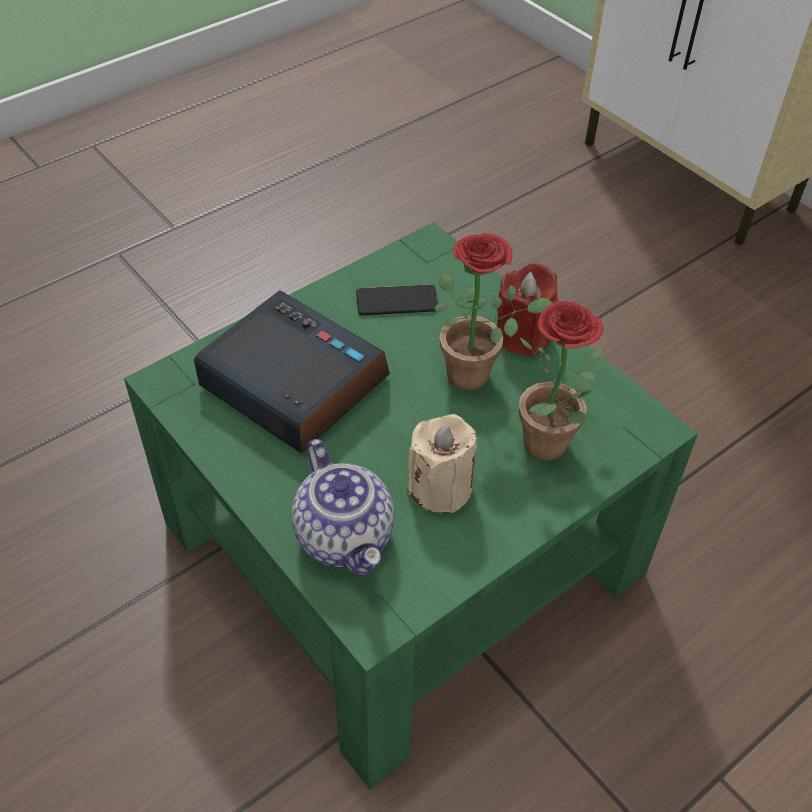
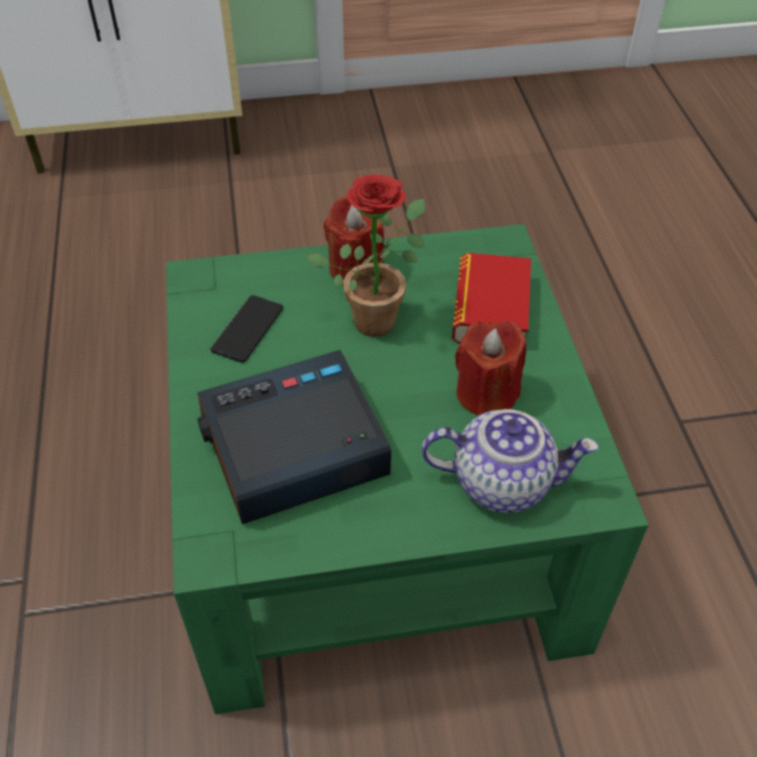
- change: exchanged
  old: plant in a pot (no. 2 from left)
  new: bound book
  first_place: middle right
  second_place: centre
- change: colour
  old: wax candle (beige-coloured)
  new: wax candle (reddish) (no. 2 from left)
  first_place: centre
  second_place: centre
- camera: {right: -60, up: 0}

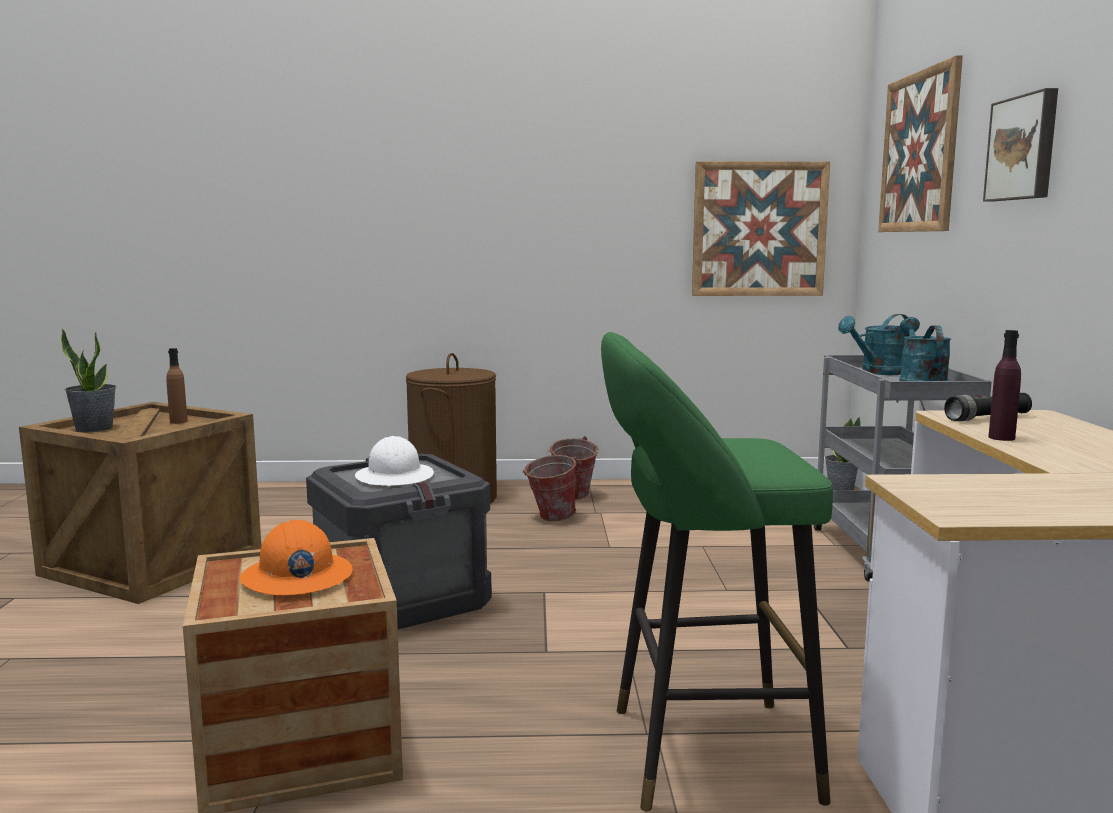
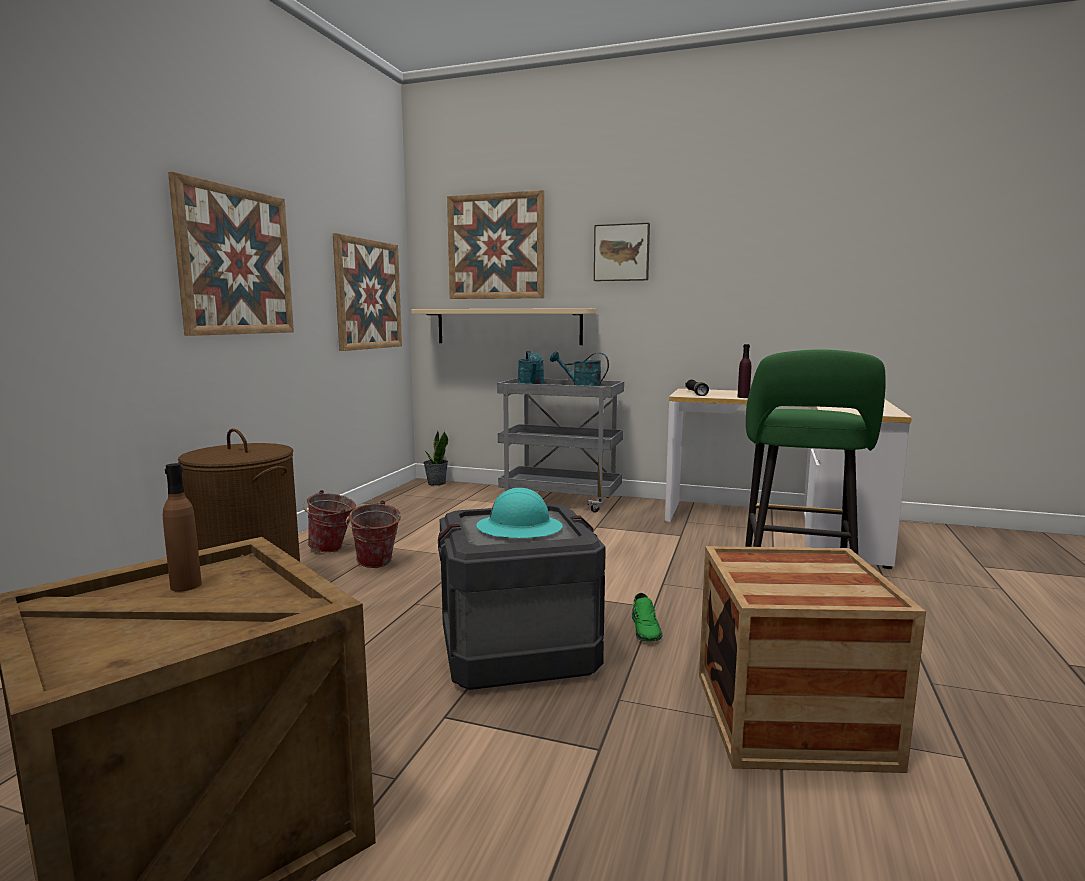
- change: missing
  old: plant in a pot (no. 1 from left)
  first_place: middle left
- change: missing
  old: safety helmet (orange)
  first_place: bottom left
- change: appeared
  new: wall art (no. 1 from left)
  second_place: top left
- change: appeared
  new: wall shelf (beige-coloured)
  second_place: centre
- change: appeared
  new: shoe (greenish)
  second_place: bottom centre
- change: colour
  old: safety helmet (whitish)
  new: safety helmet (turquoise-coloured)
  first_place: centre
  second_place: centre
- camera: {right: -70, up: 0}

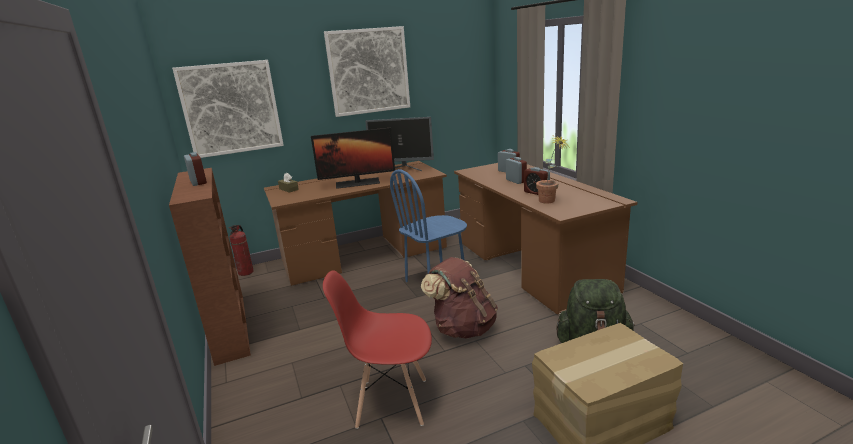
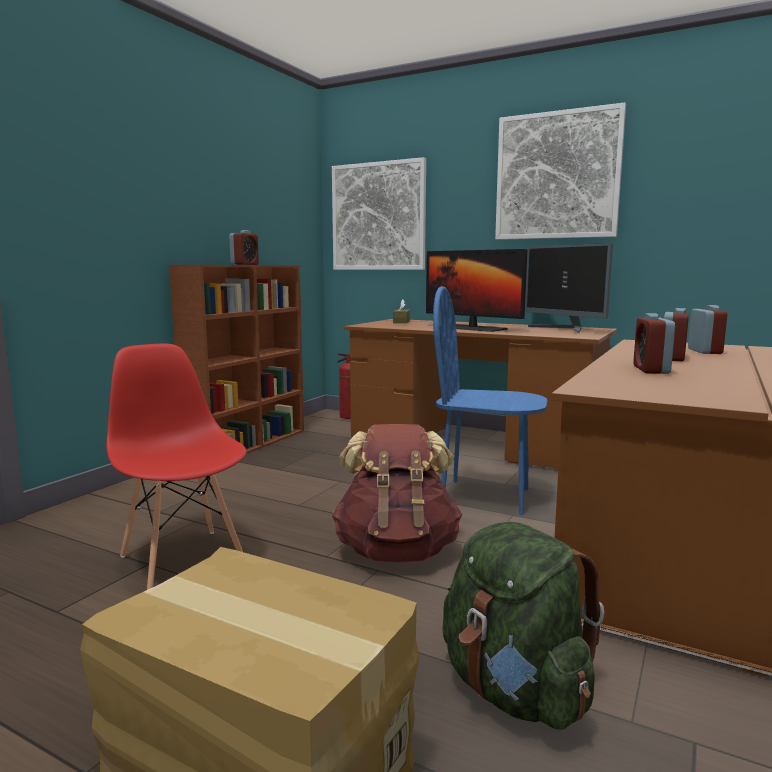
- change: missing
  old: plant in a pot
  first_place: centre
- camera: {right: 50, up: -10}

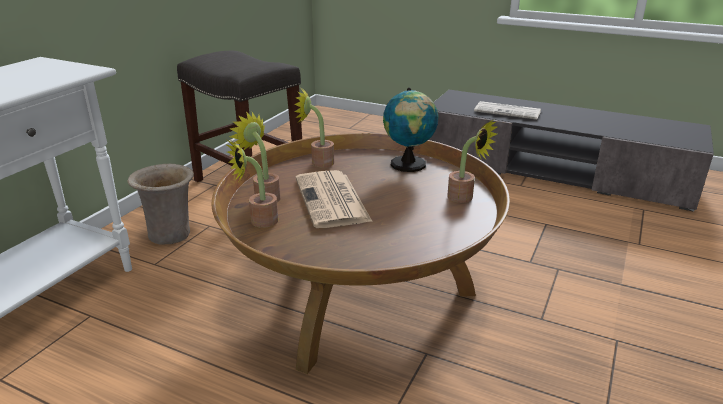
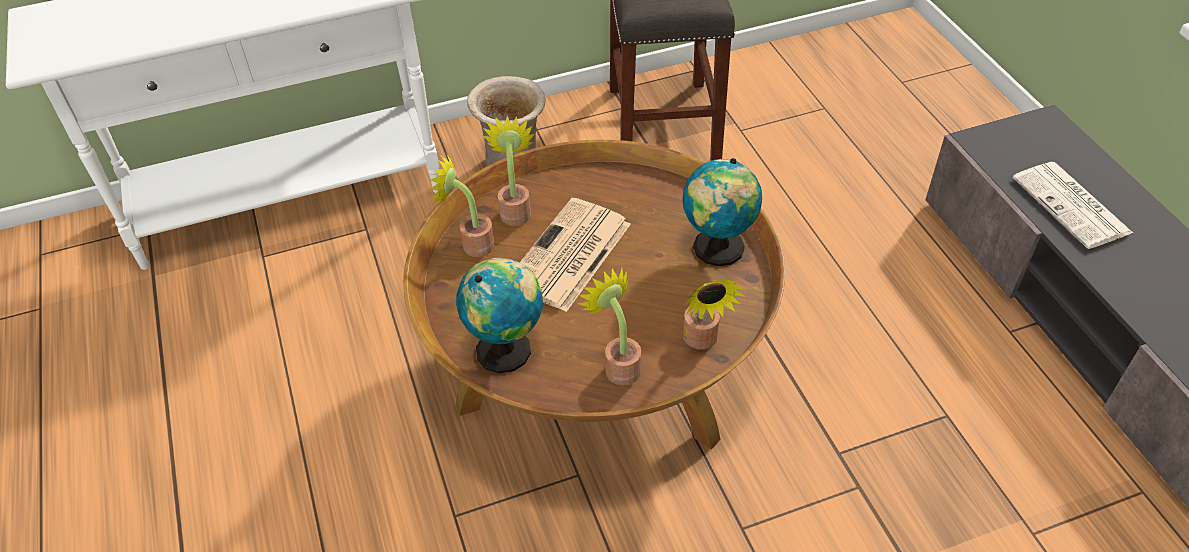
- change: appeared
  new: globe (no. 1 from left)
  second_place: centre
- change: relocated
  old: plant in a pot (no. 3 from left)
  first_place: top centre
  second_place: centre
- camera: {right: 45, up: 20}

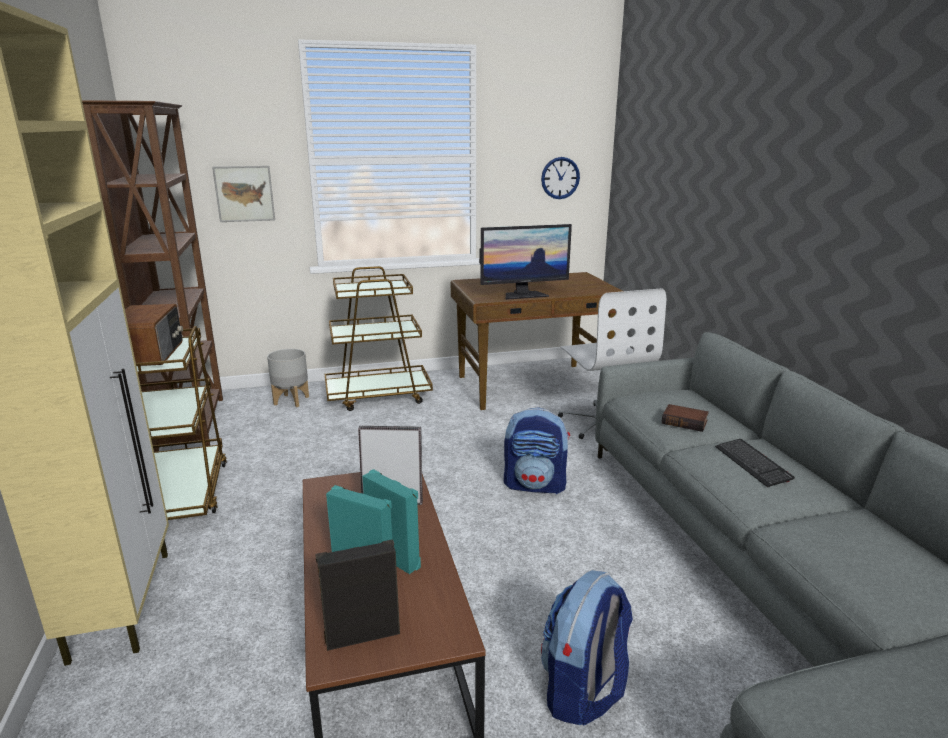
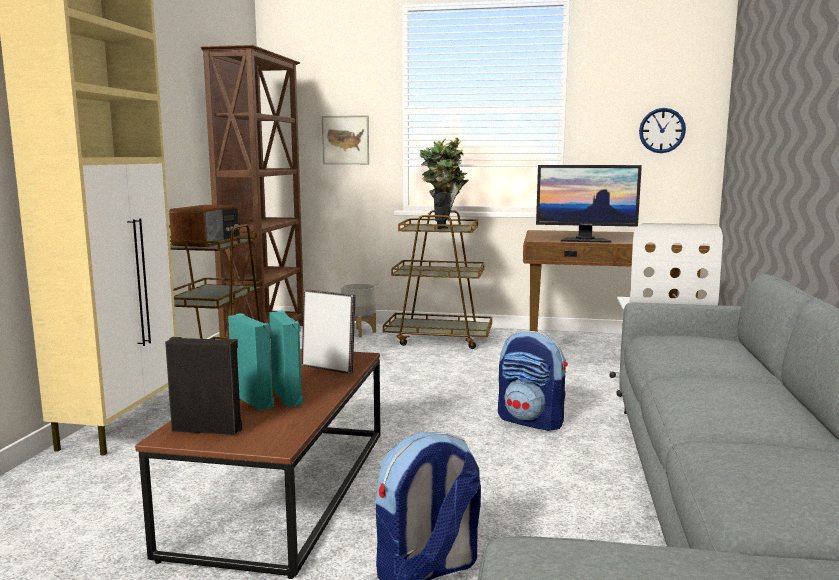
- change: missing
  old: bound book
  first_place: middle right
- change: missing
  old: keyboard
  first_place: middle right
- change: appeared
  new: plant in a pot
  second_place: top centre
- camera: {right: 25, up: -10}

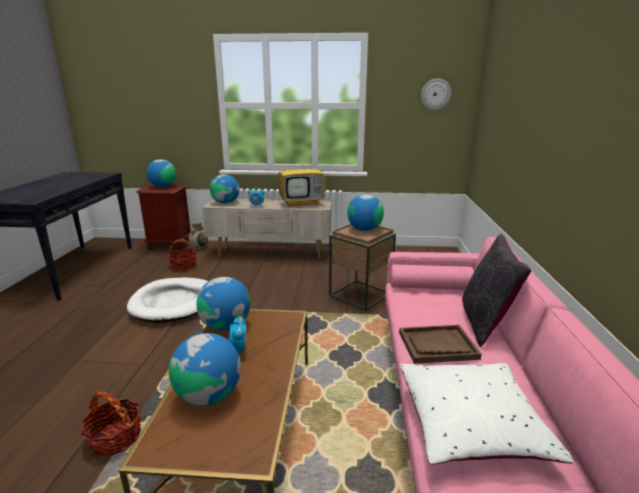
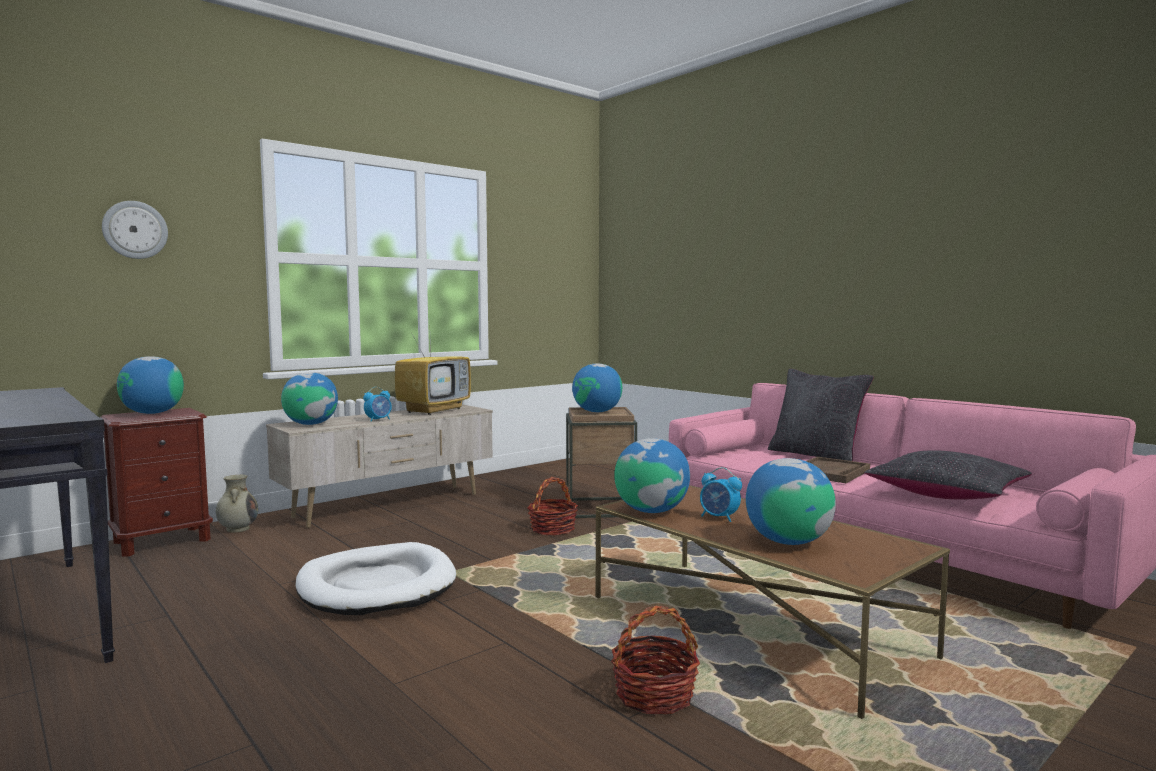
- change: relocated
  old: storage basket (no. 2 from left in the first image)
  new: storage basket (no. 1 from left)
  first_place: middle left
  second_place: centre
- change: relocated
  old: wall clock
  first_place: top right
  second_place: top left
- change: colour
  old: throw pillow (whitish)
  new: throw pillow (blackish) (no. 2 from left)
  first_place: bottom right
  second_place: middle right
- camera: {right: -45, up: -15}

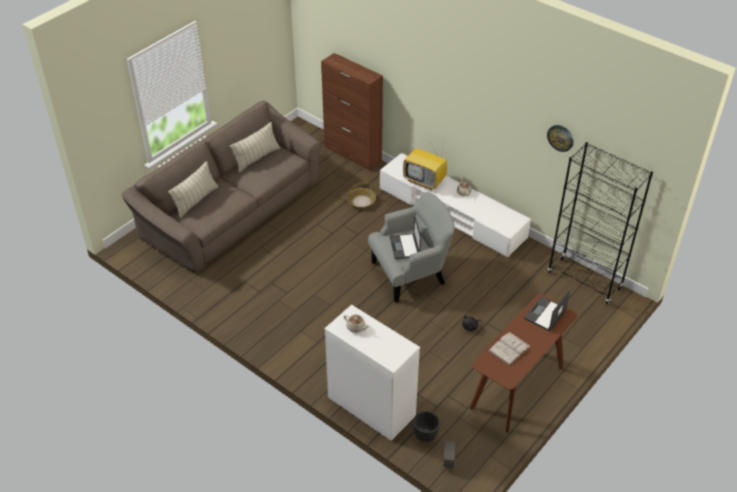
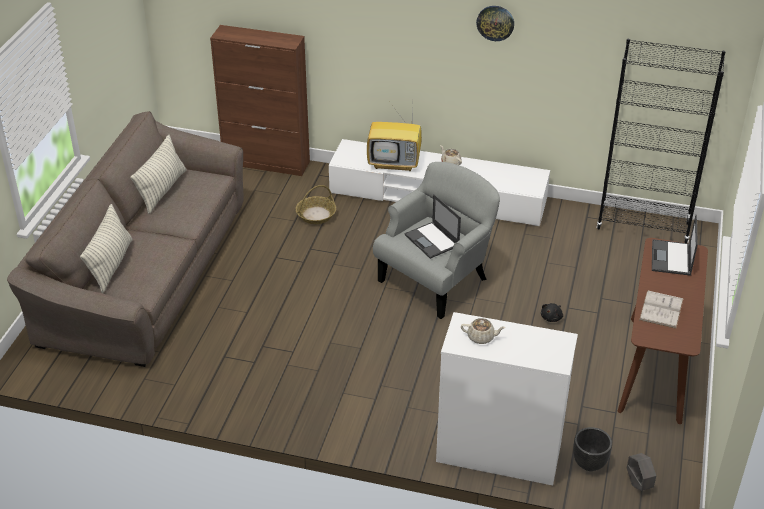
- change: relocated
  old: wall clock
  first_place: top right
  second_place: top centre
- camera: {right: -25, up: -5}

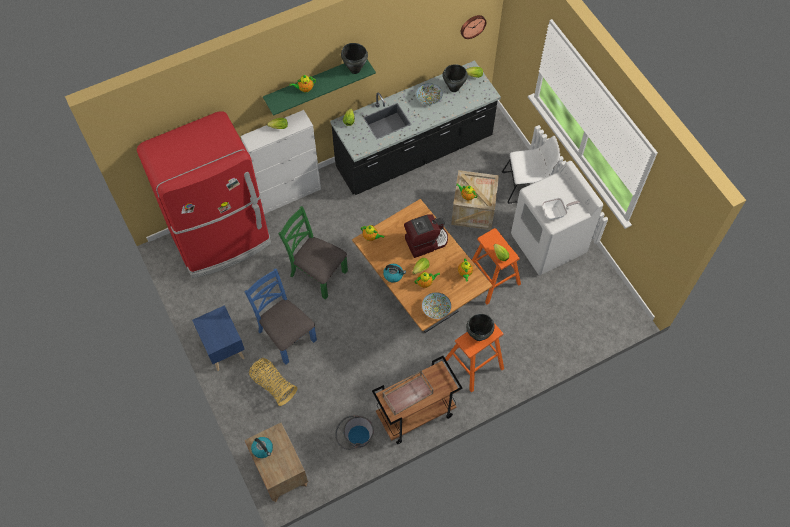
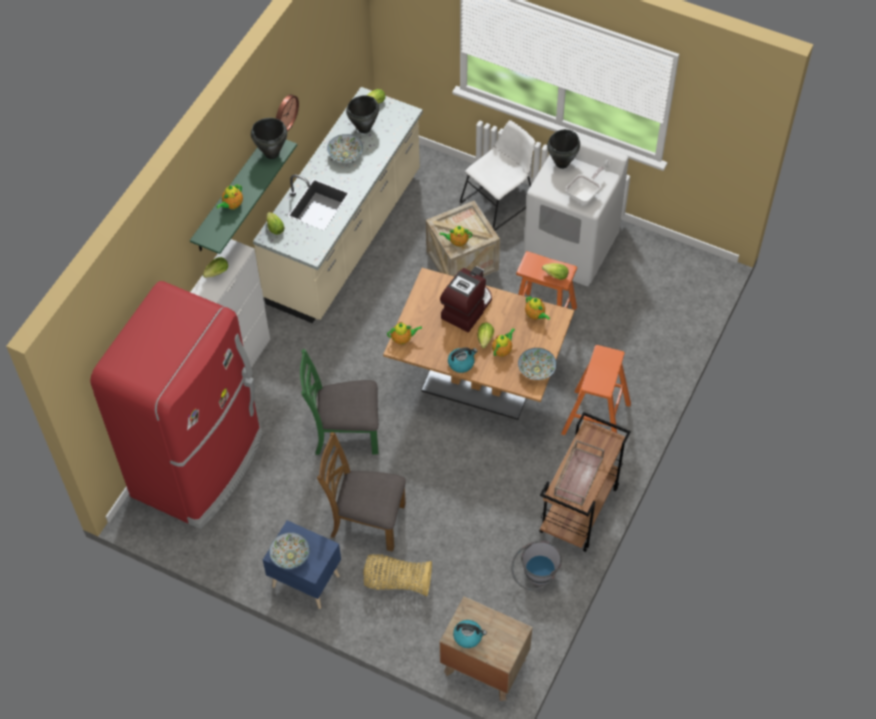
- change: appeared
  new: serving bowl (no. 1 from left)
  second_place: bottom left
- change: relocated
  old: wall clock
  first_place: top centre
  second_place: top left
- change: relocated
  old: saucepot (blackish) (no. 3 from left)
  first_place: centre
  second_place: top centre
- change: colour
  old: upright chair (blue-coloured)
  new: upright chair (brownish)
  first_place: centre
  second_place: bottom centre
- change: colour
  old: counter (blackish)
  new: counter (beige-coloured)
  first_place: top centre
  second_place: top centre
- camera: {right: -35, up: -5}

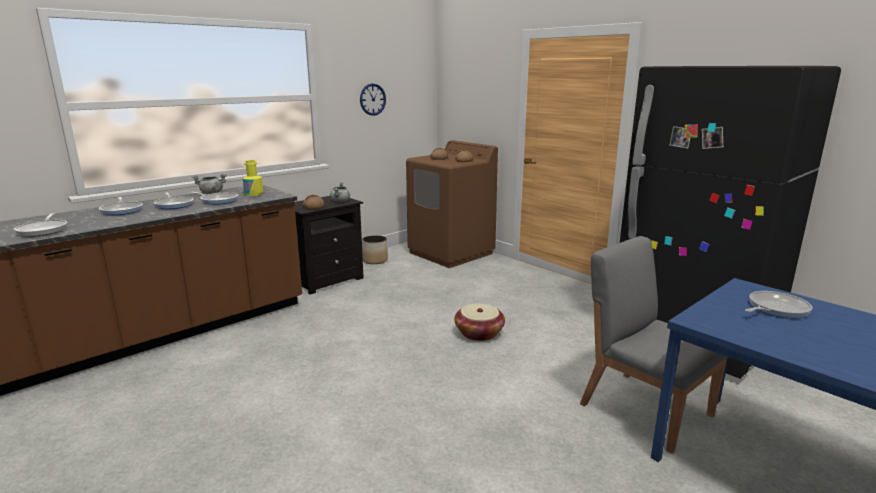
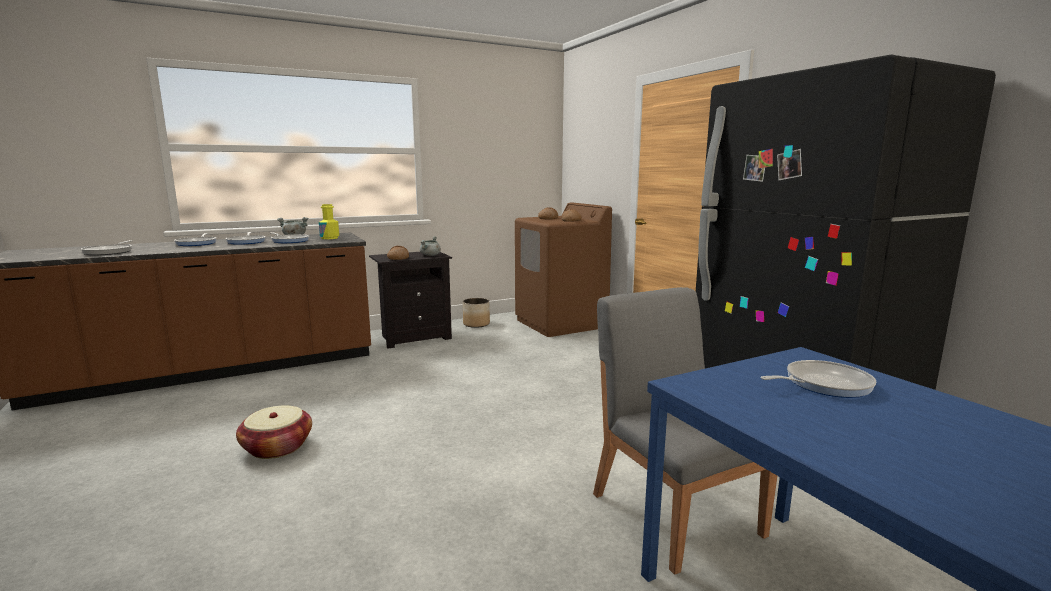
- change: missing
  old: wall clock
  first_place: top centre
- change: relocated
  old: storage basket
  first_place: centre
  second_place: bottom left
- camera: {right: 15, up: -5}

